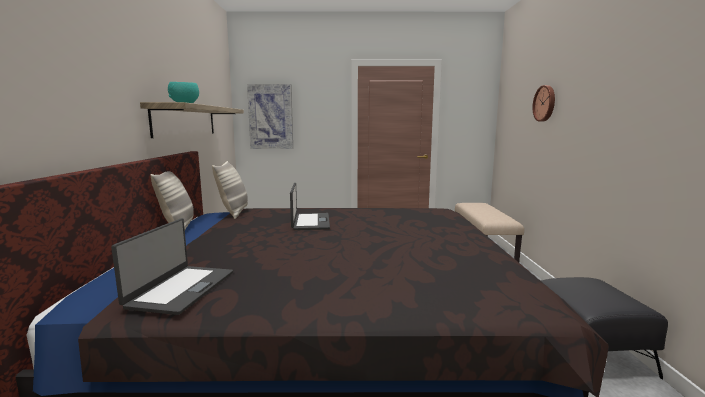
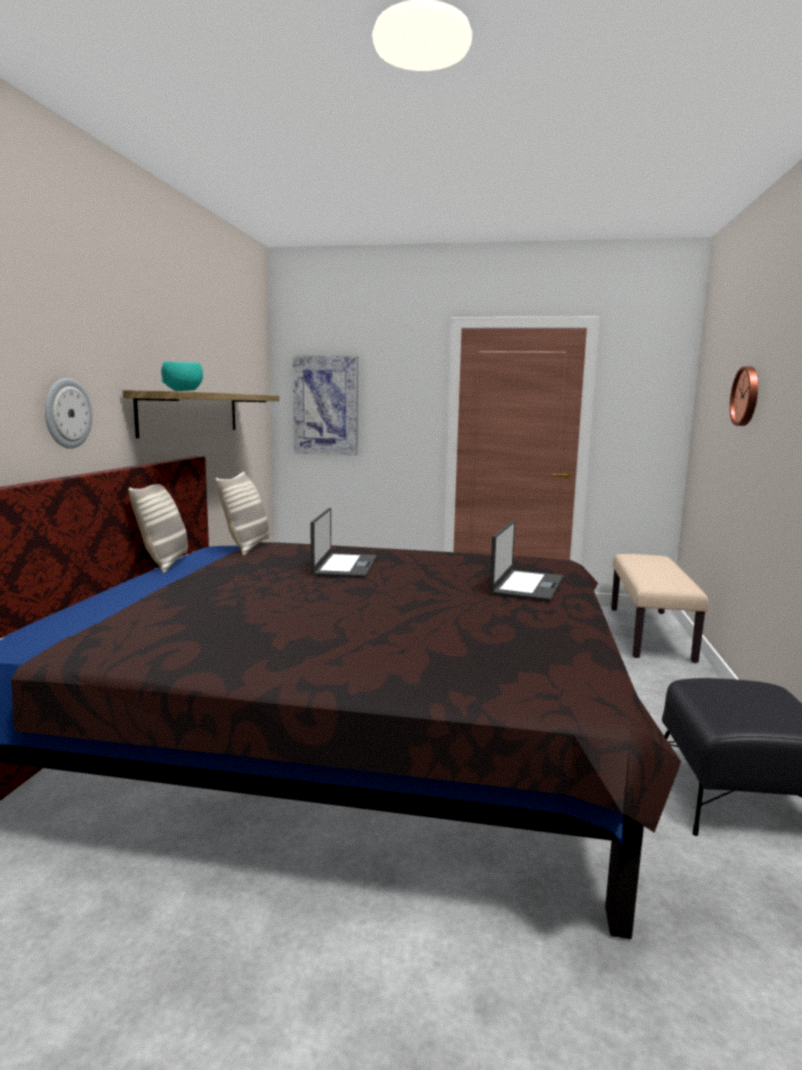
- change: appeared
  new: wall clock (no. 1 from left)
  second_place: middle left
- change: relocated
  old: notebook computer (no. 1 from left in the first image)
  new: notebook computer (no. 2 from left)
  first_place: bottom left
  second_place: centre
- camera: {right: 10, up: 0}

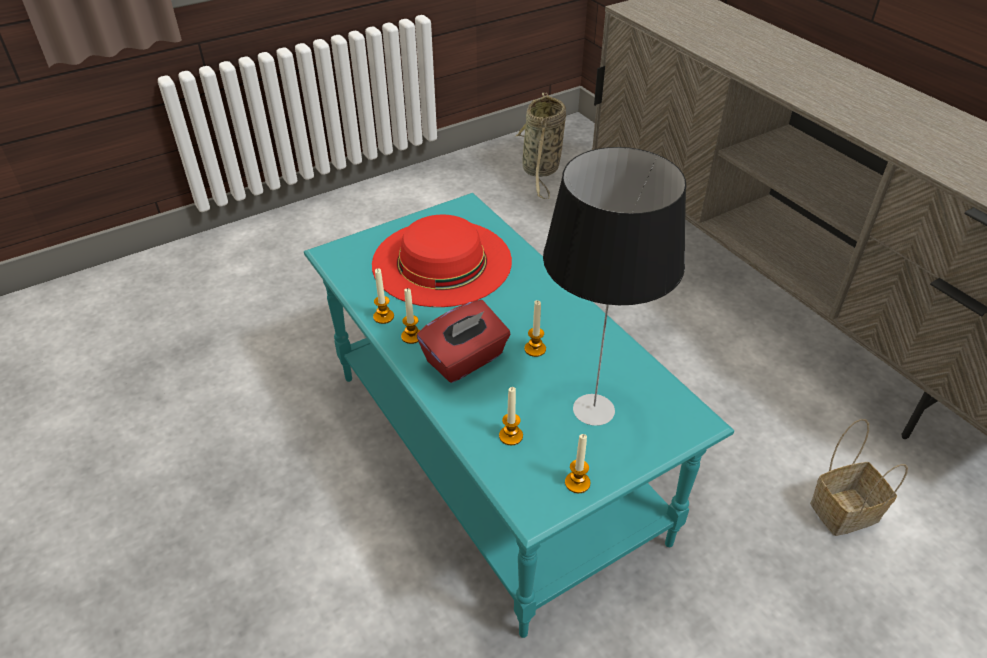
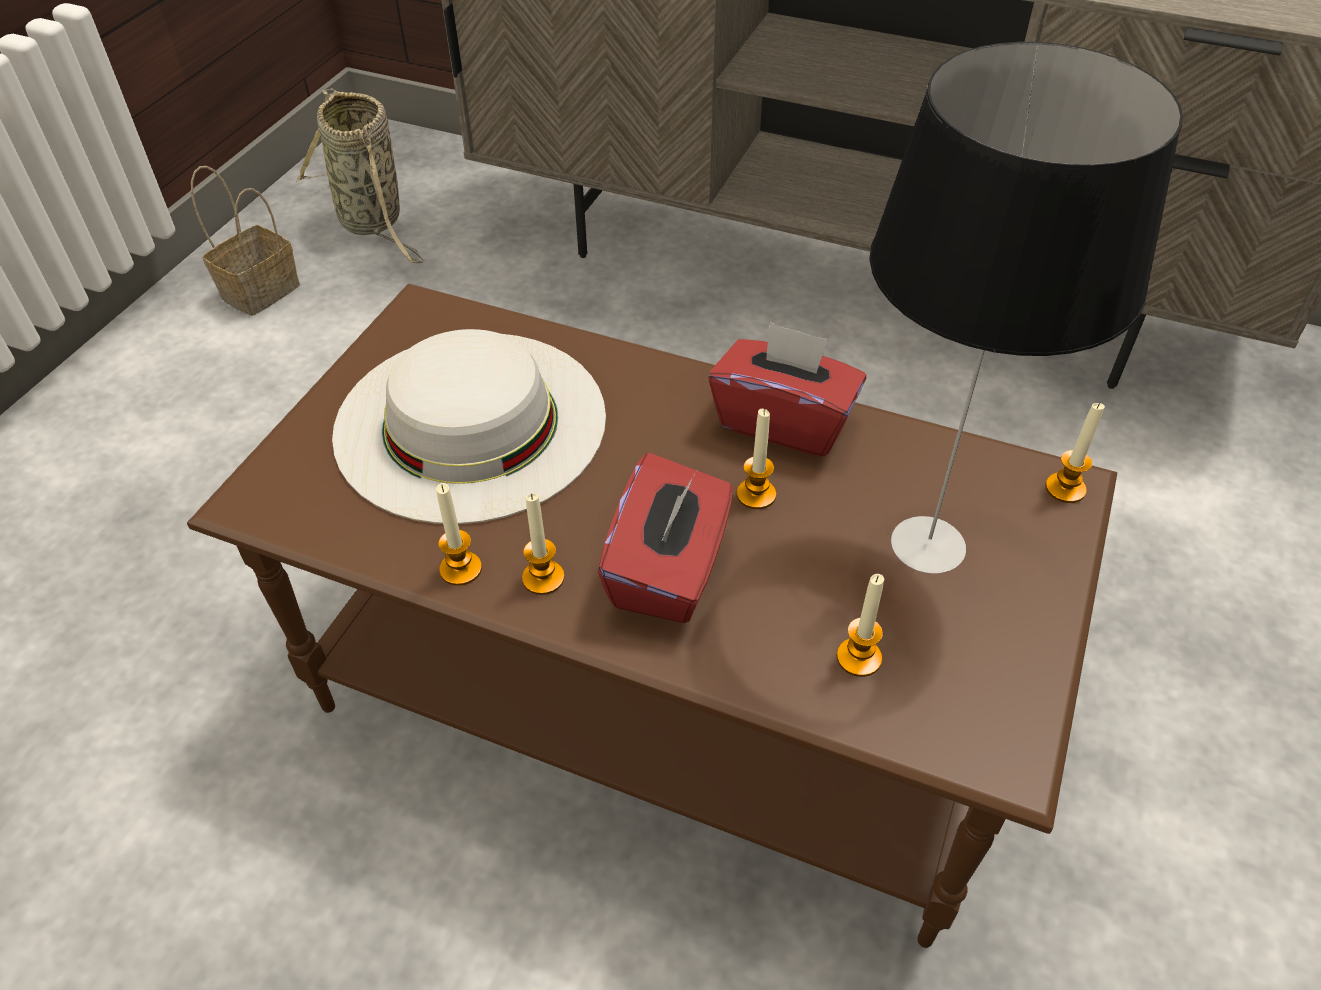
- change: appeared
  new: tissue holder (reddish) (no. 2 from left)
  second_place: centre
- change: relocated
  old: wax candle (no. 5 from left)
  first_place: bottom centre
  second_place: middle right
- change: relocated
  old: storage basket (no. 2 from left in the first image)
  new: storage basket (no. 1 from left)
  first_place: bottom right
  second_place: top left
- change: colour
  old: lounge table (turquoise-coloured)
  new: lounge table (brownish)
  first_place: centre
  second_place: centre
- change: colour
  old: clothing hat (reddish)
  new: clothing hat (whitish)
  first_place: centre
  second_place: centre
- camera: {right: -35, up: 5}

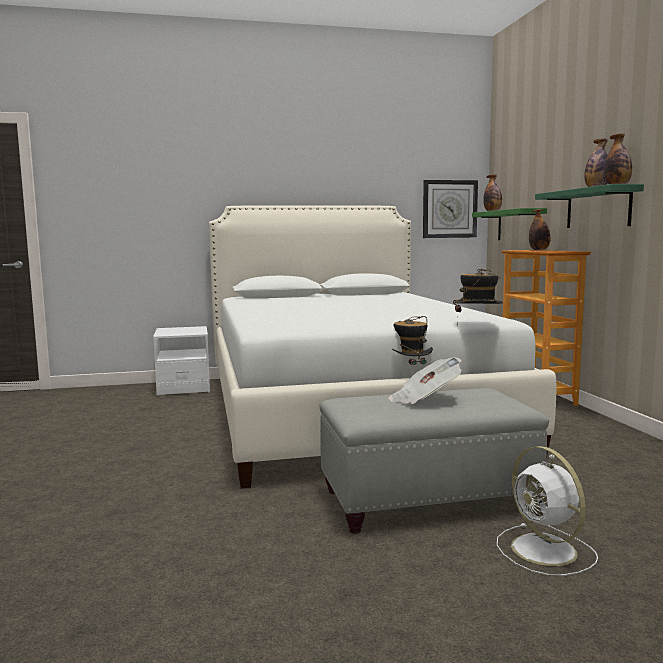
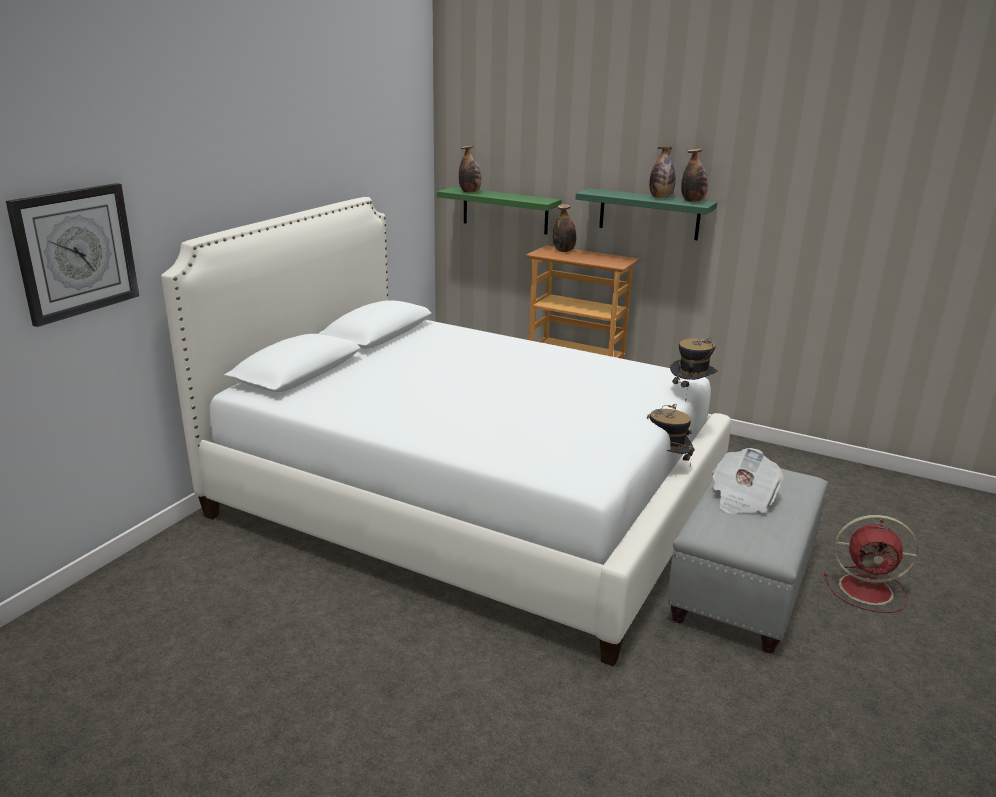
- change: missing
  old: nightstand (whitish)
  first_place: middle left
- change: relocated
  old: wall clock
  first_place: top right
  second_place: top left
- change: colour
  old: cooling fan (whitish)
  new: cooling fan (reddish)
  first_place: bottom right
  second_place: bottom right
- camera: {right: -50, up: 15}

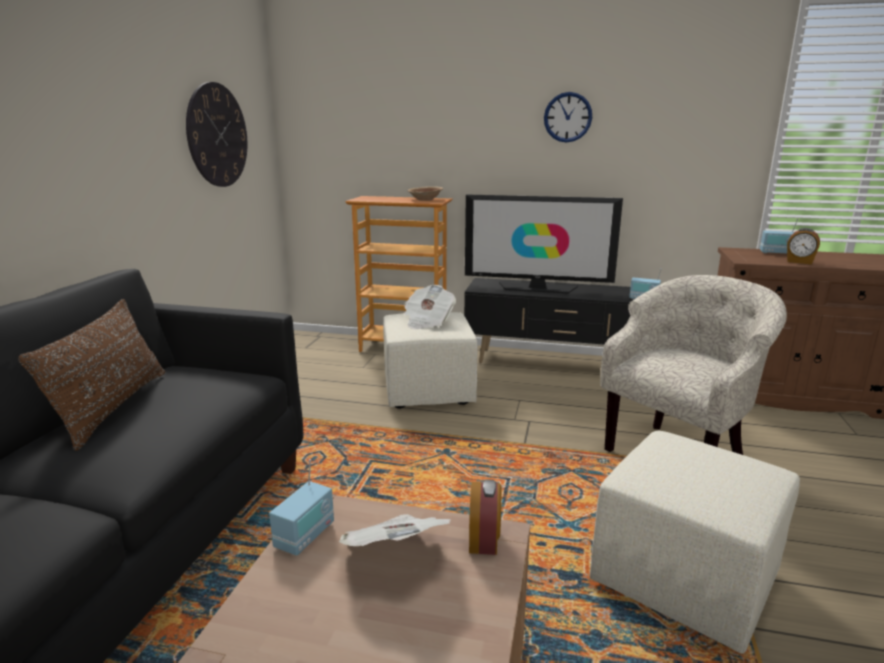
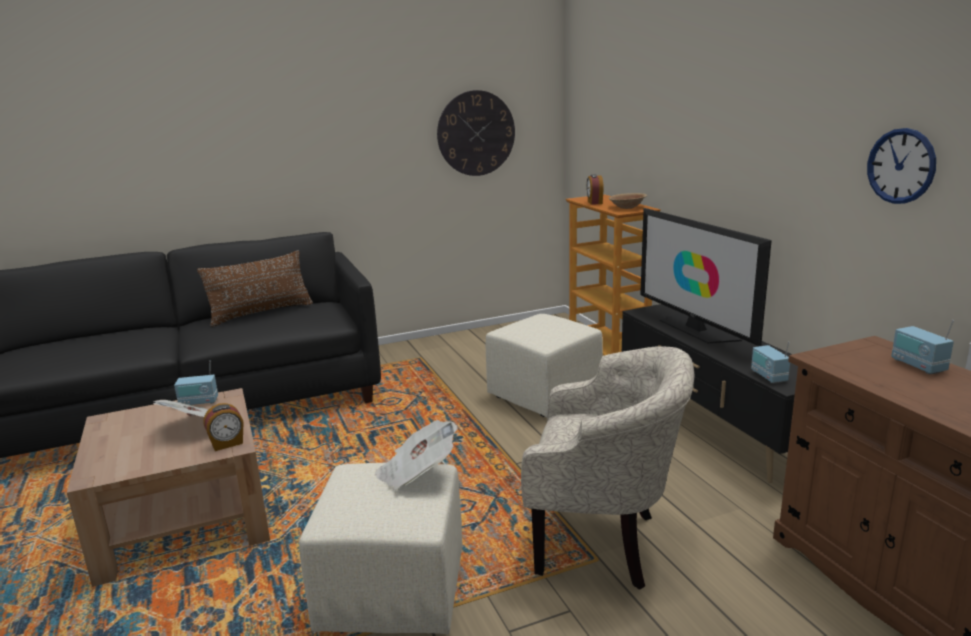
- change: relocated
  old: daily paper (no. 2 from left)
  first_place: centre
  second_place: bottom centre
- change: relocated
  old: wall clock (no. 2 from left)
  first_place: top centre
  second_place: top right
- change: relocated
  old: table clock (no. 2 from left)
  first_place: middle right
  second_place: top centre
- camera: {right: 55, up: 0}

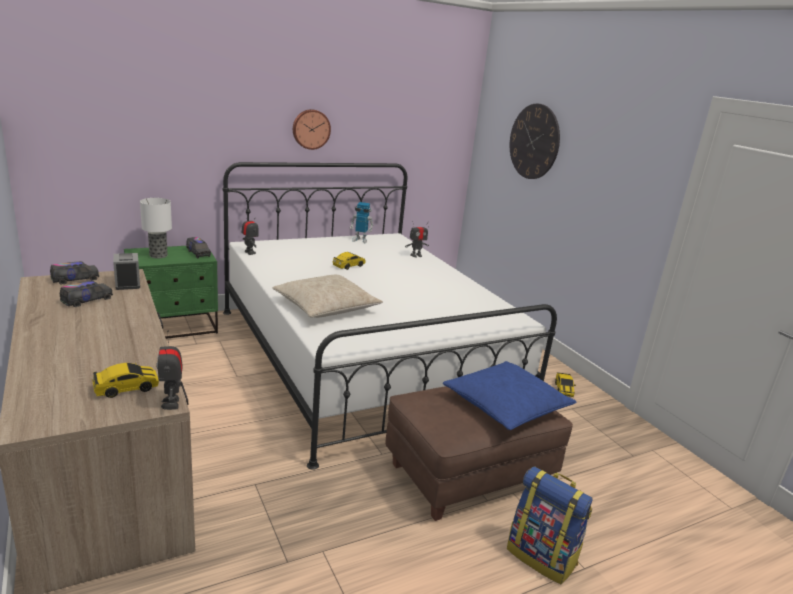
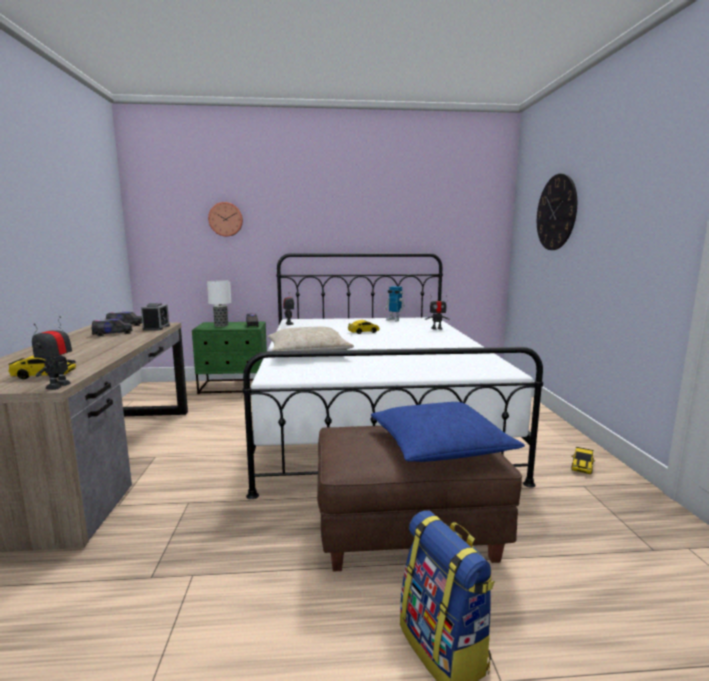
- change: relocated
  old: wall clock (no. 1 from left)
  first_place: top centre
  second_place: top left
- camera: {right: 25, up: -10}

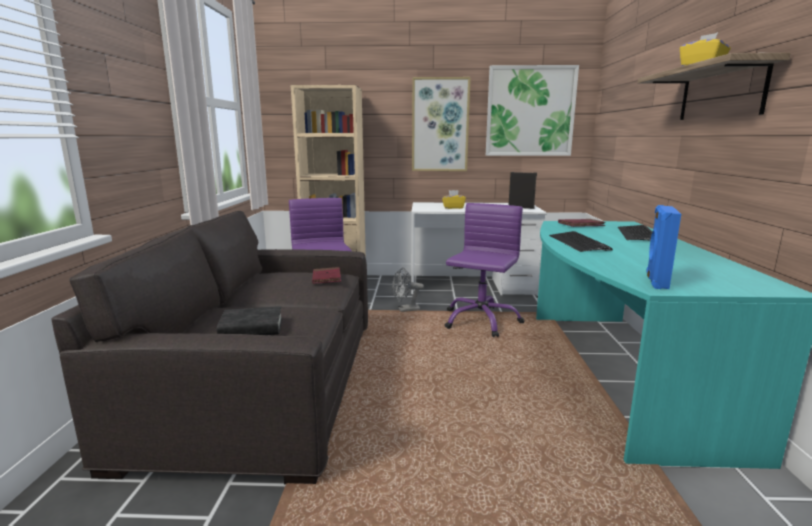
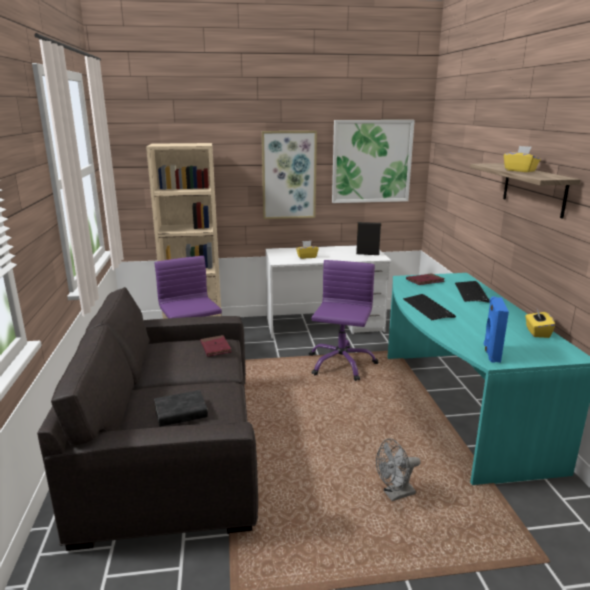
- change: appeared
  new: tissue holder (yellow-coloured) (no. 3 from left)
  second_place: middle right
- change: relocated
  old: cooling fan (gray)
  first_place: centre
  second_place: bottom right
- camera: {right: -10, up: 5}

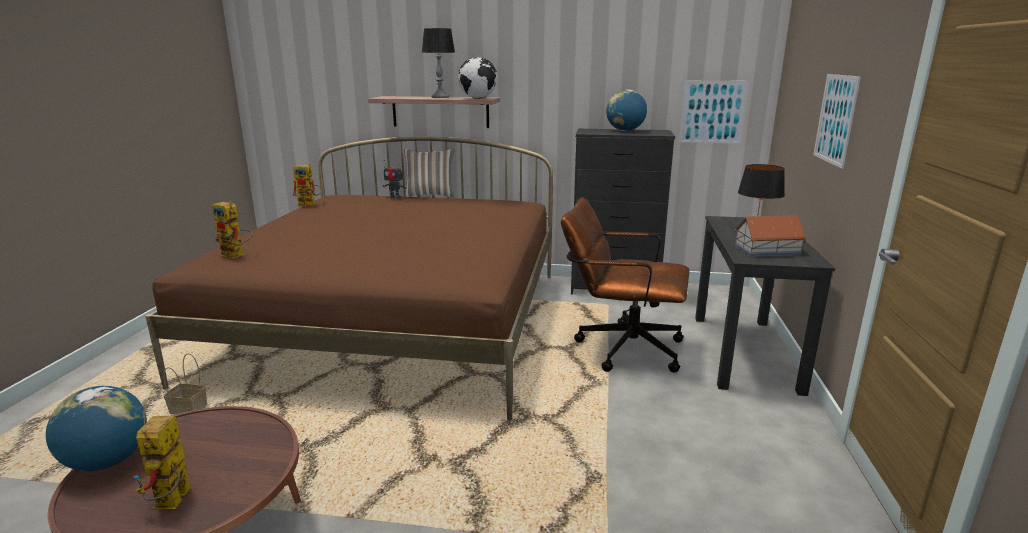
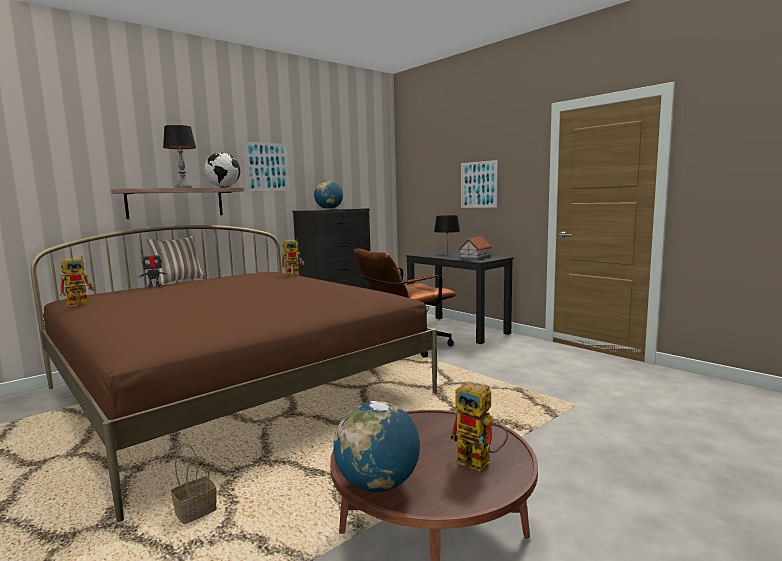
- change: relocated
  old: model robot (no. 2 from left in the first image)
  new: model robot (no. 3 from left)
  first_place: middle left
  second_place: centre
- change: relocated
  old: wall art (no. 1 from left)
  first_place: top right
  second_place: top centre
- camera: {right: -50, up: -10}

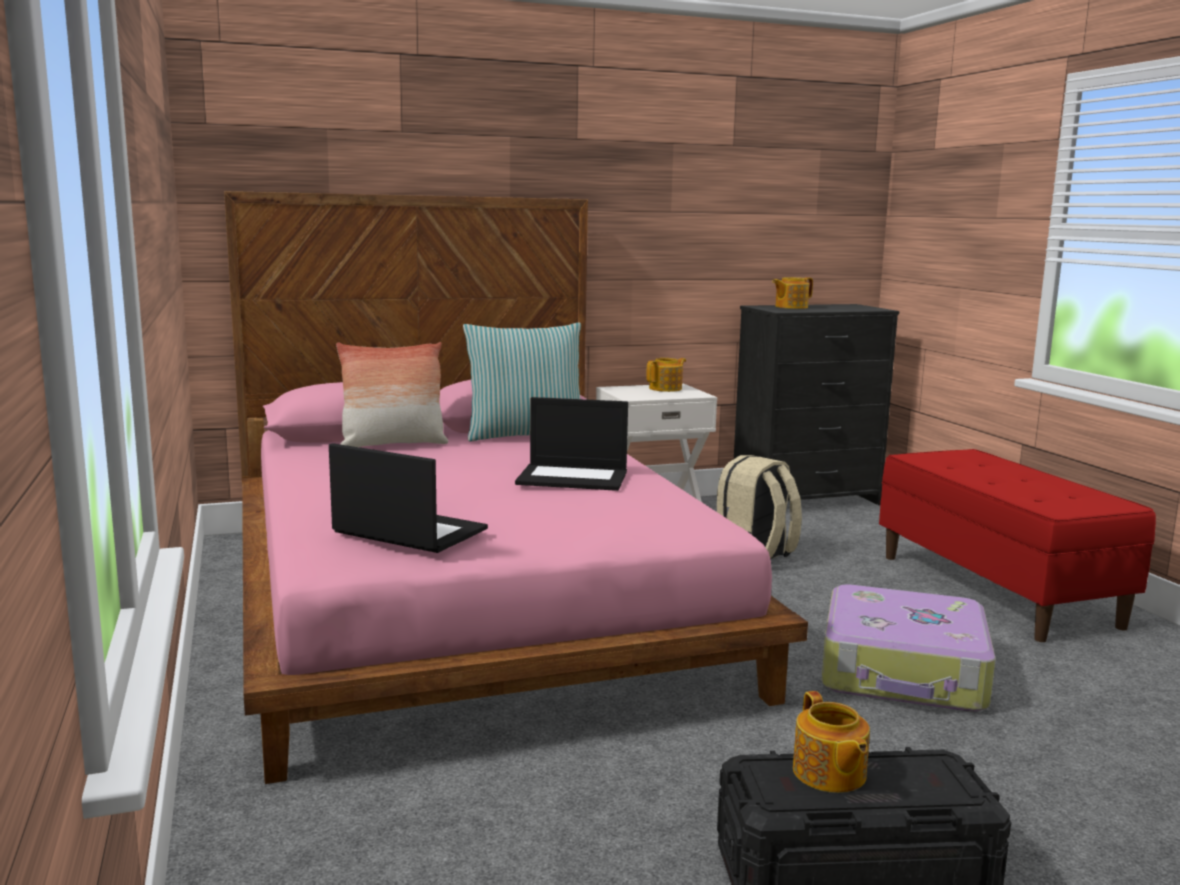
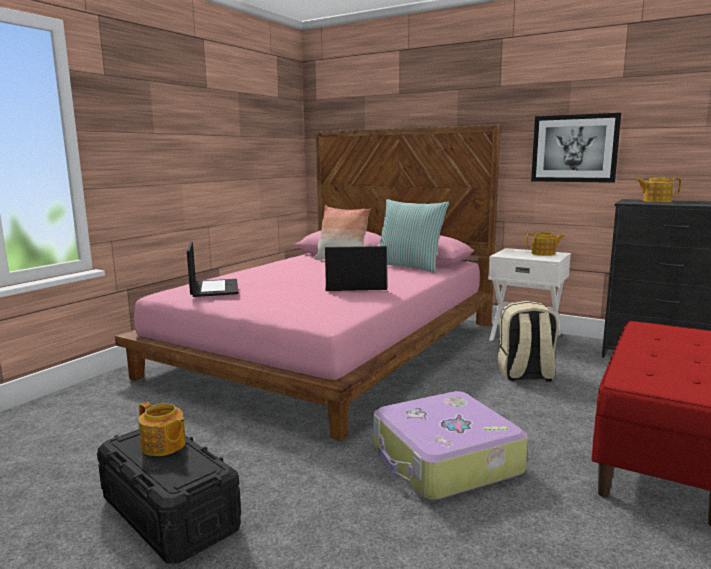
- change: appeared
  new: wall art
  second_place: top right
- change: spun
  old: notebook computer (no. 2 from left)
  first_place: centre
  second_place: centre
  degrees: 120
- change: spun
  old: pot for tea (no. 3 from left in the first image)
  first_place: bottom right
  second_place: bottom left
  degrees: -90
- camera: {right: 50, up: 0}

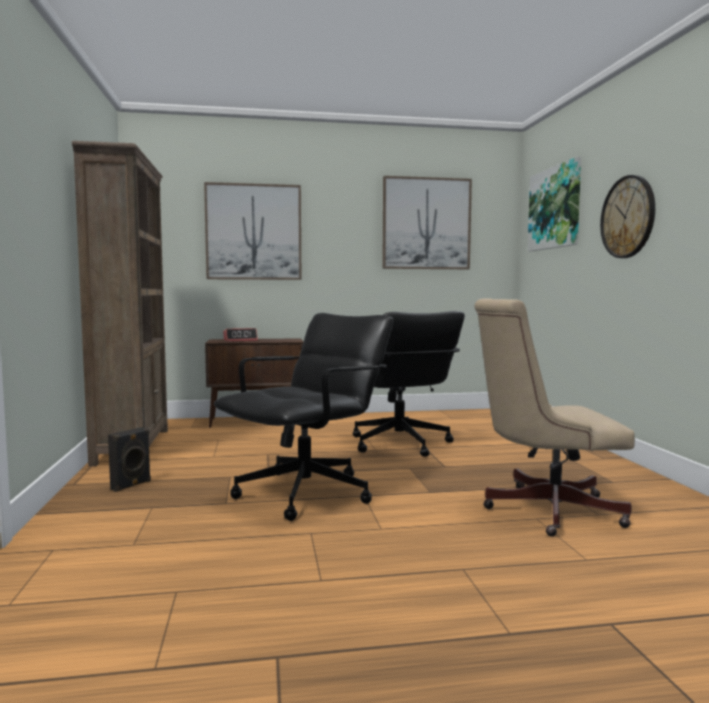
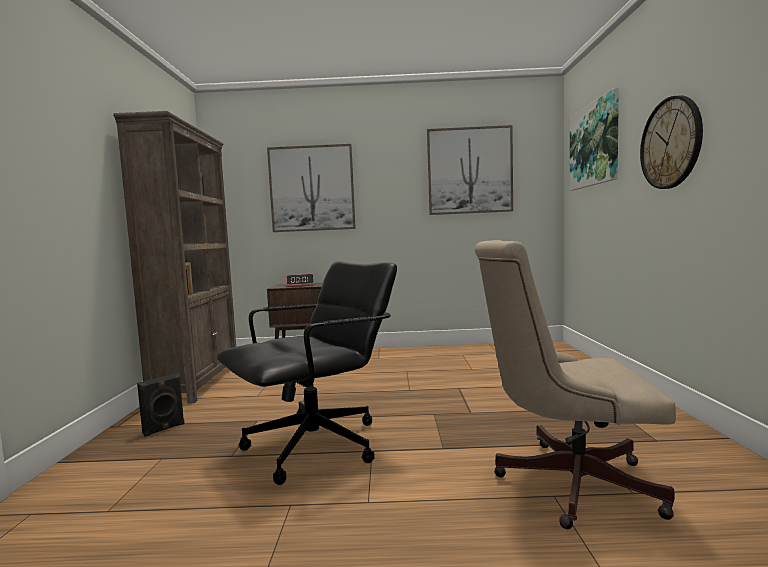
- change: missing
  old: desk chair (blackish) (no. 2 from left)
  first_place: centre
- camera: {right: 10, up: 0}

